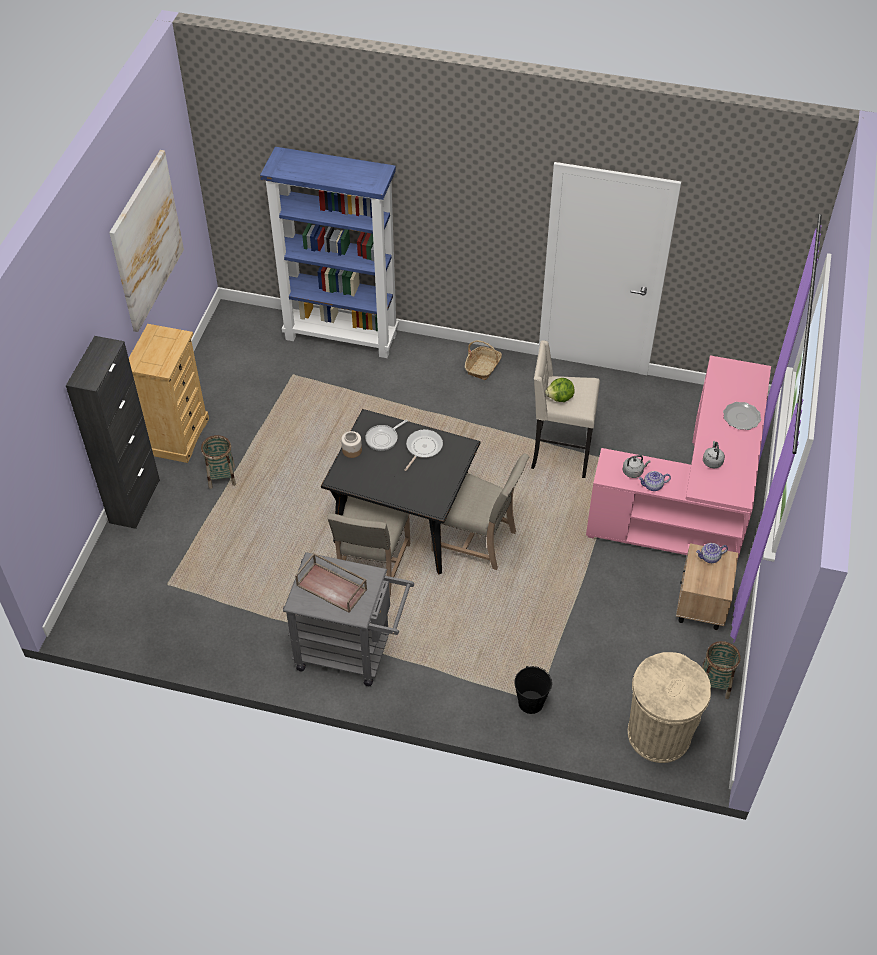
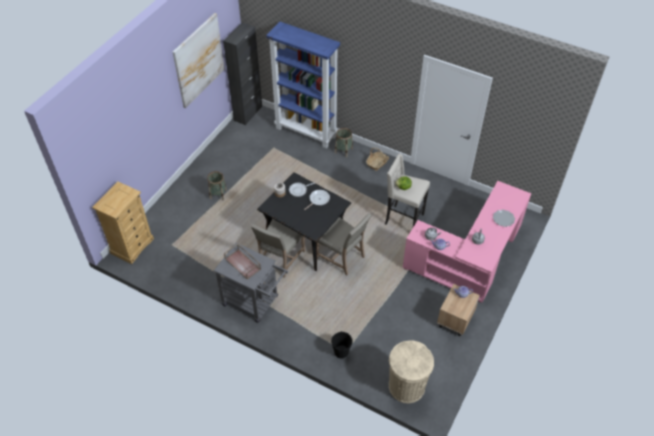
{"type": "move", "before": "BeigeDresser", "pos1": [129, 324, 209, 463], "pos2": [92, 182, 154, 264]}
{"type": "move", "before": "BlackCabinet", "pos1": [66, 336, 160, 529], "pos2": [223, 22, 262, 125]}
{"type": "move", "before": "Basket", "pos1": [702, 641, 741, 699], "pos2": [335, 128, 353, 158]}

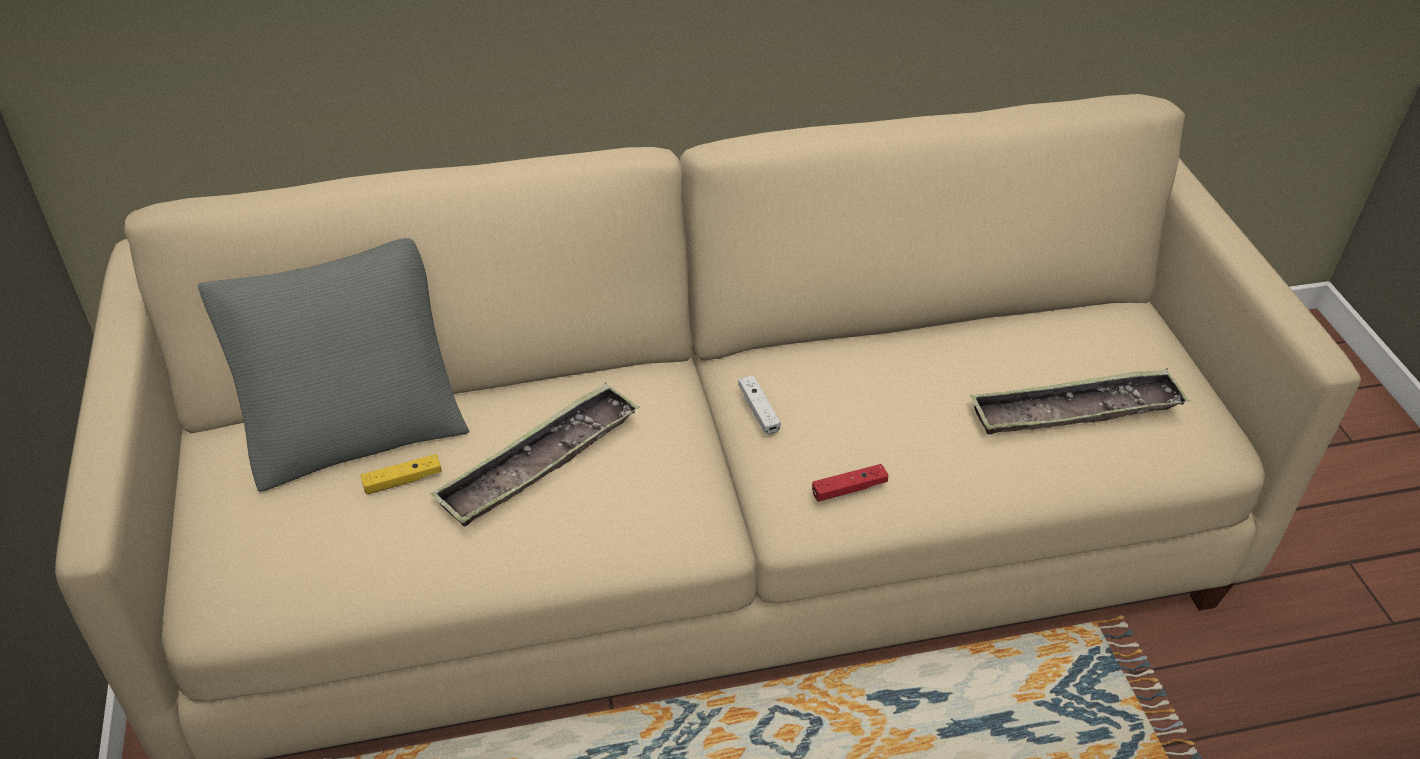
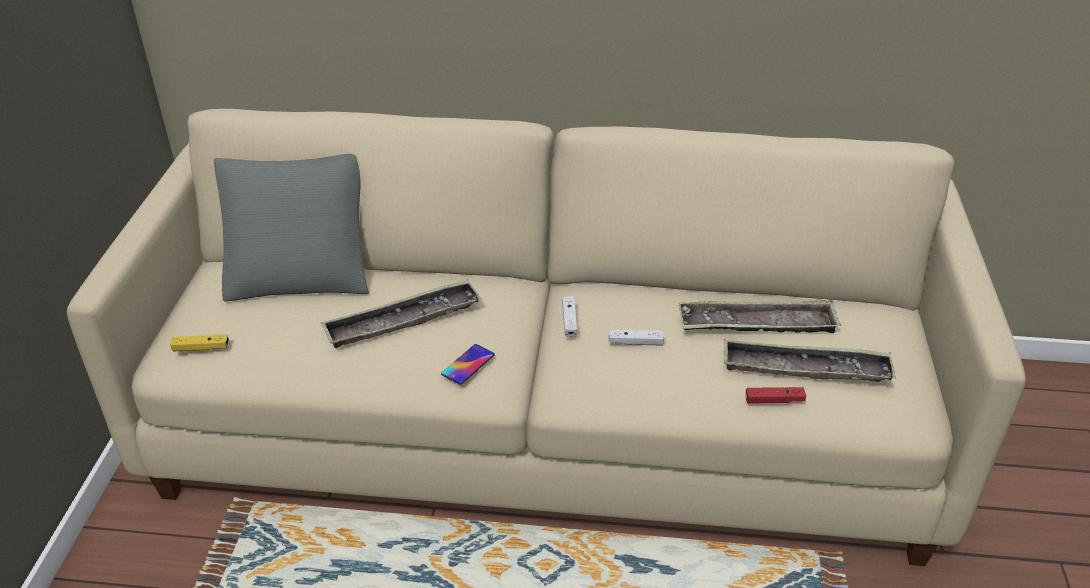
{"type": "move", "before": "YellowGameController", "pos1": [361, 454, 442, 494], "pos2": [170, 335, 229, 351]}
{"type": "move", "before": "RedGameController", "pos1": [812, 464, 888, 501], "pos2": [746, 387, 806, 403]}
{"type": "insert", "after": "Tray", "pos2": [678, 300, 841, 333]}
{"type": "insert", "after": "WhiteGameController", "pos2": [609, 330, 664, 346]}
{"type": "insert", "after": "Phone", "pos2": [441, 344, 495, 385]}

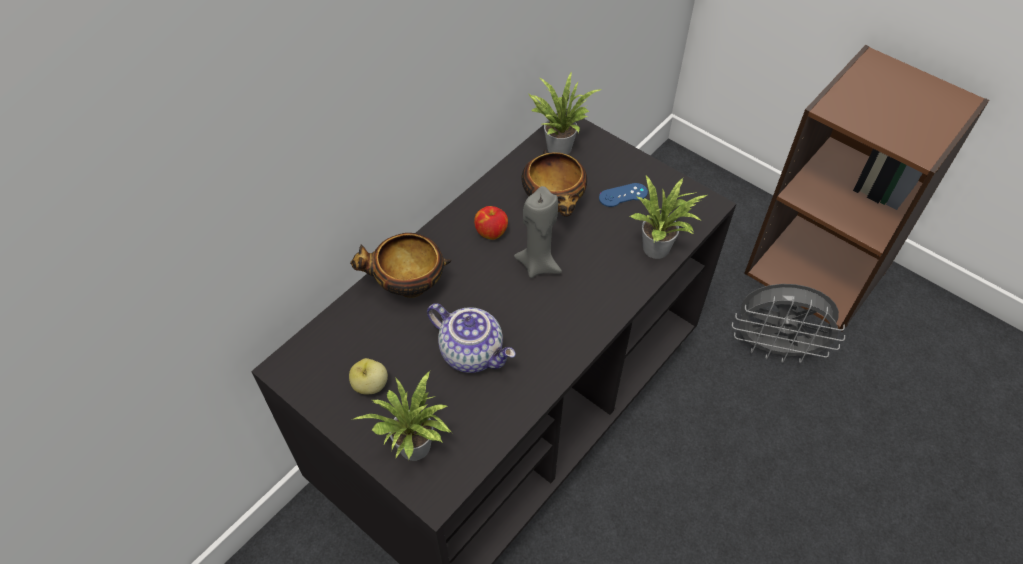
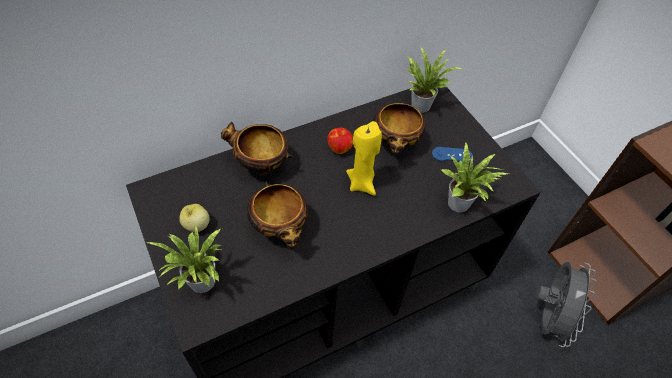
{"type": "recolor", "before": "GreyCandle", "after": "YellowCandle", "pos1": [514, 186, 562, 278], "pos2": [346, 121, 382, 195]}
{"type": "rotate", "before": "GreyFan", "pos1": [732, 284, 845, 364], "pos2": [536, 262, 597, 347], "turn": -105}
{"type": "replace", "before": "Teapot", "after": "Bowl", "pos1": [427, 303, 516, 373], "pos2": [247, 182, 308, 248]}

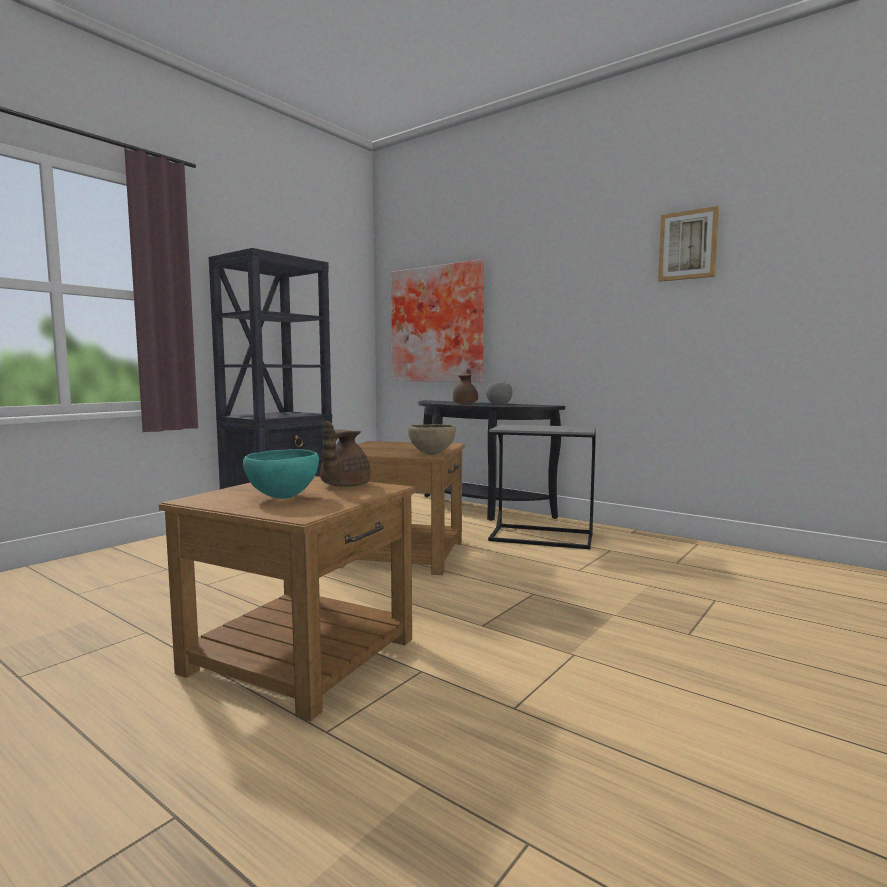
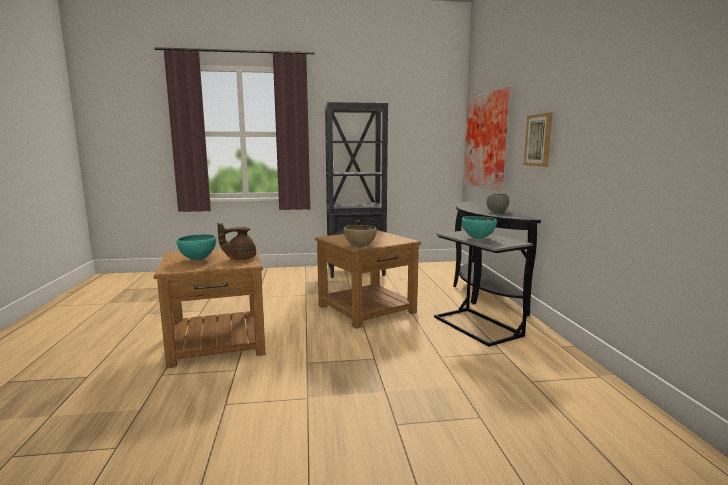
{"type": "move", "before": "Picture", "pos1": [658, 206, 719, 282], "pos2": [524, 113, 553, 167]}
{"type": "delete", "before": "BrownTeapot", "pos1": [453, 368, 478, 404]}
{"type": "insert", "after": "TurquoiseBowl", "pos2": [462, 216, 497, 239]}

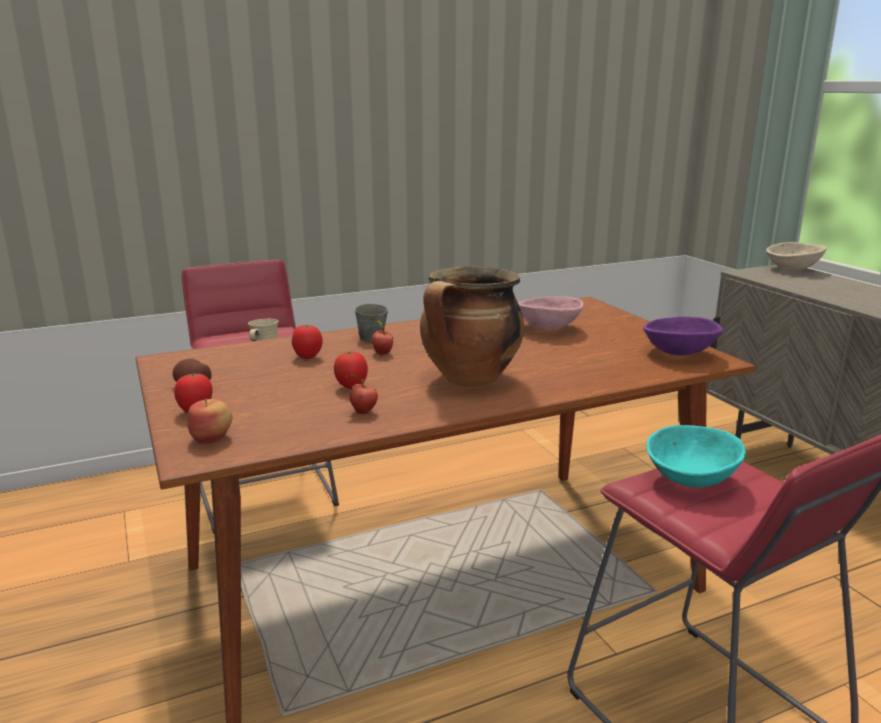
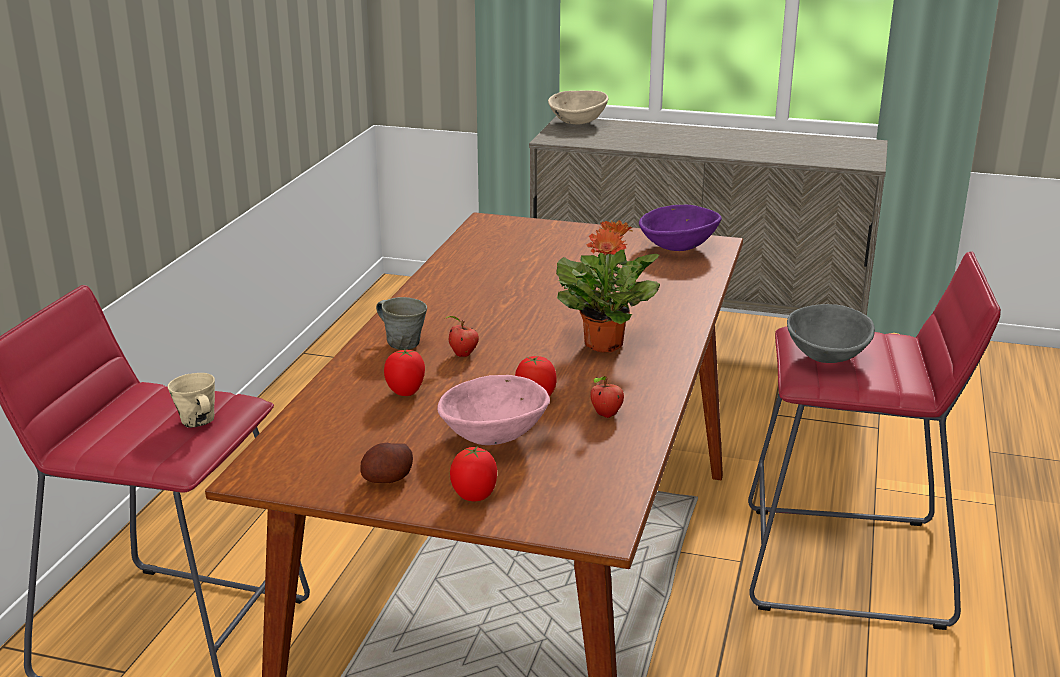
{"type": "replace", "before": "CookingPot", "after": "PottedPlant", "pos1": [420, 266, 524, 388], "pos2": [556, 220, 660, 353]}
{"type": "move", "before": "PinkBowl", "pos1": [518, 297, 584, 330], "pos2": [437, 375, 550, 445]}
{"type": "delete", "before": "Apple", "pos1": [187, 399, 232, 444]}
{"type": "recolor", "before": "TurquoiseBowl", "after": "GreyBowl", "pos1": [646, 425, 746, 487], "pos2": [787, 304, 875, 363]}

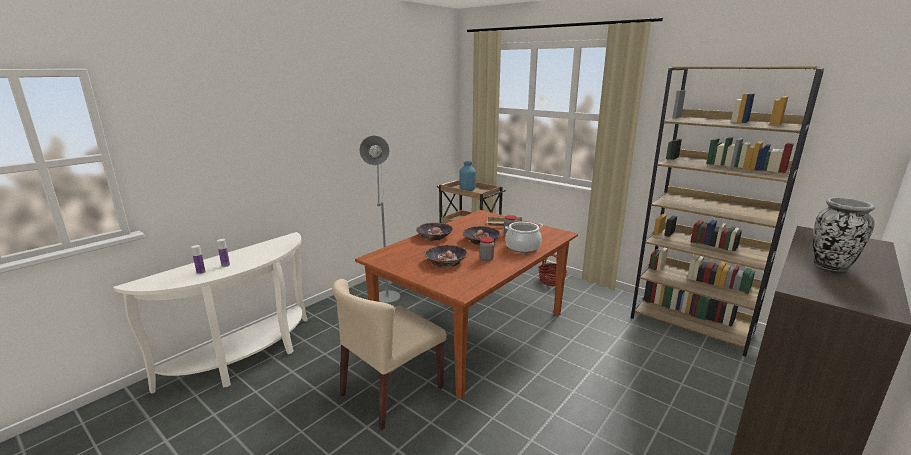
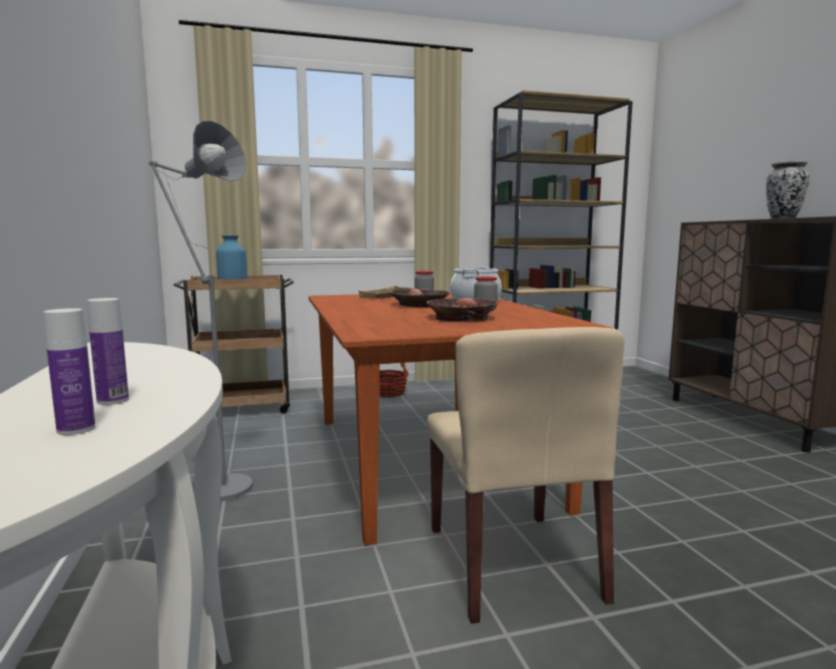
{"type": "delete", "before": "Bowl", "pos1": [416, 223, 453, 241]}

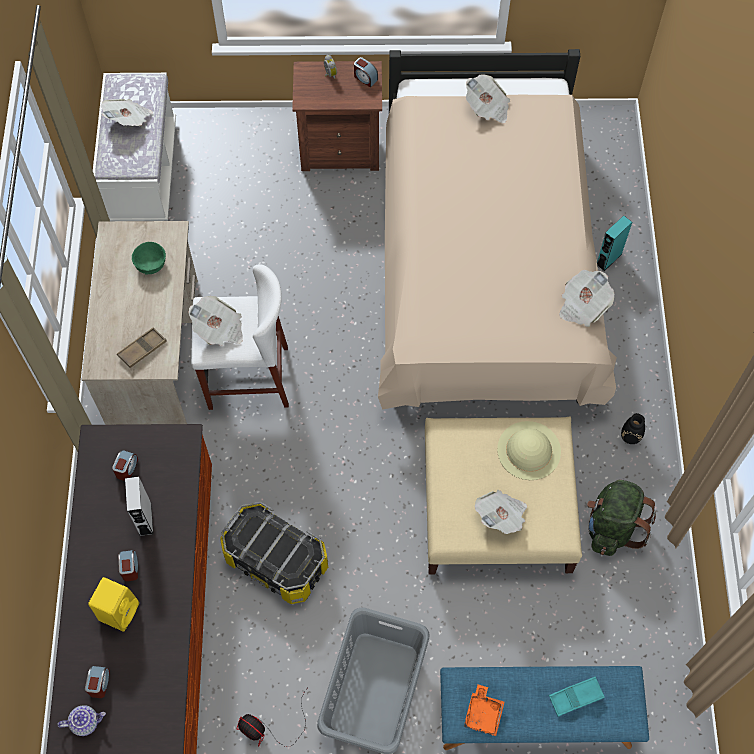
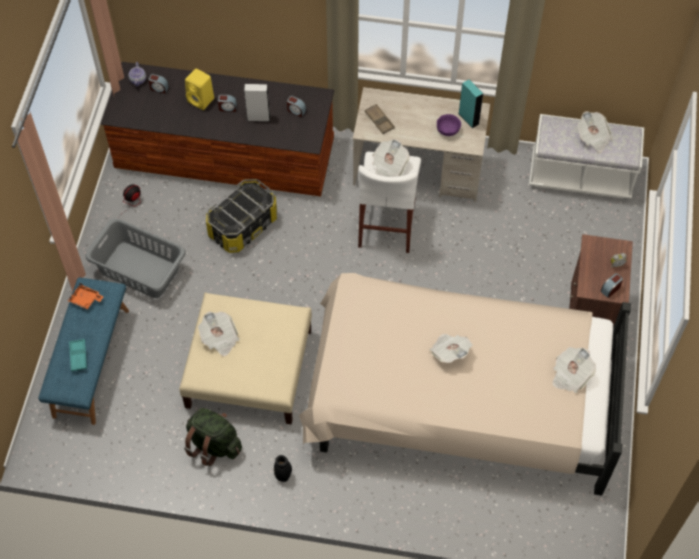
{"type": "move", "before": "TurquoiseSpeaker", "pos1": [597, 215, 632, 271], "pos2": [458, 79, 483, 128]}
{"type": "recolor", "before": "GreenBowl", "after": "PurpleBowl", "pos1": [132, 242, 166, 275], "pos2": [437, 114, 461, 136]}
{"type": "move", "before": "Newspaper", "pos1": [559, 270, 614, 327], "pos2": [429, 333, 472, 363]}
{"type": "delete", "before": "BeigeHat", "pos1": [497, 421, 561, 480]}

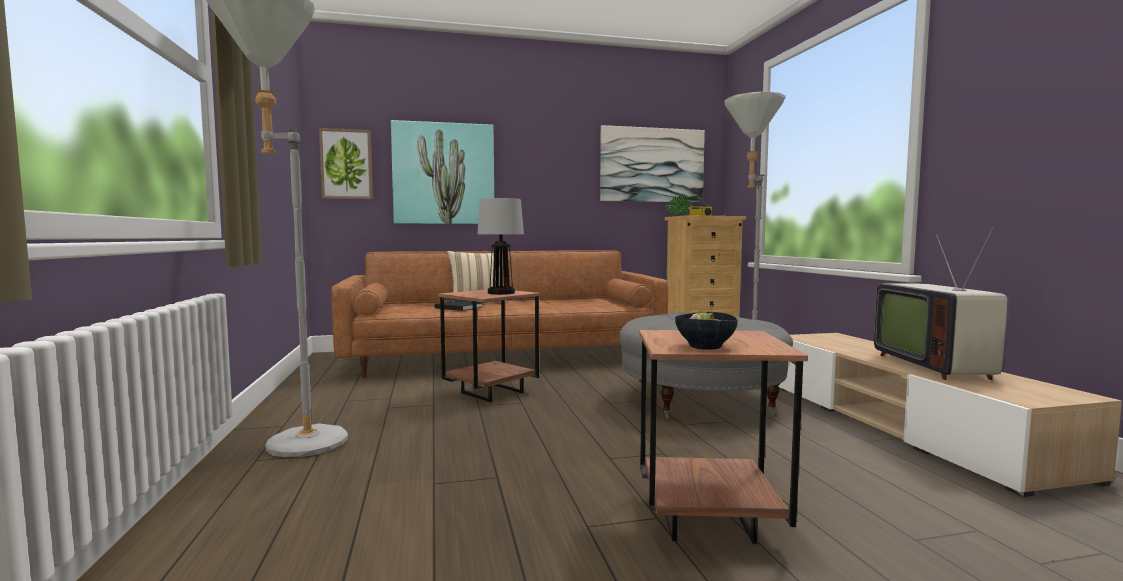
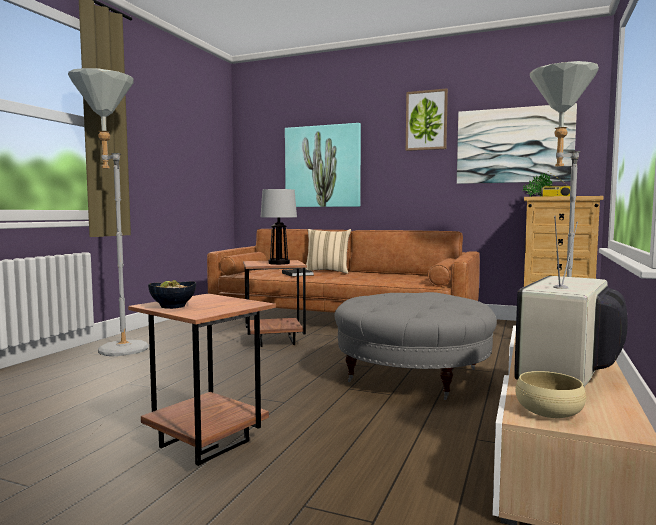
{"type": "move", "before": "Picture", "pos1": [319, 128, 373, 199], "pos2": [406, 88, 448, 151]}
{"type": "insert", "after": "BeigeBowl", "pos2": [515, 371, 586, 418]}

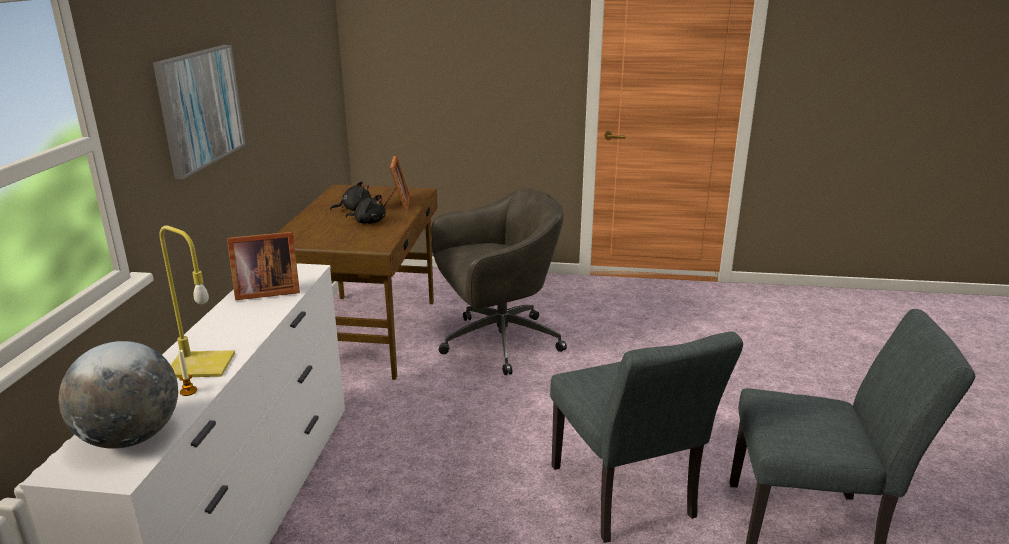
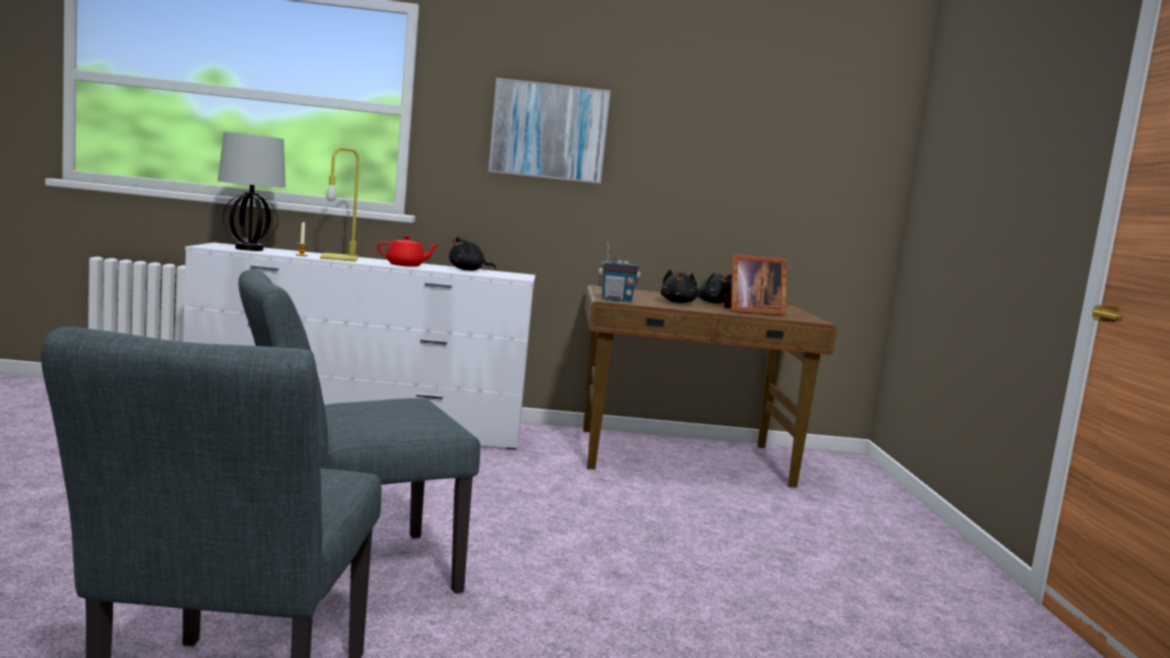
{"type": "delete", "before": "GreyOfficeChair", "pos1": [431, 188, 567, 375]}
{"type": "replace", "before": "PictureFrame", "after": "BlackPlushToy", "pos1": [227, 232, 300, 300], "pos2": [449, 237, 496, 271]}
{"type": "replace", "before": "Globe", "after": "TableLamp", "pos1": [59, 341, 178, 449], "pos2": [218, 132, 286, 251]}
{"type": "insert", "after": "RedTeapot", "pos2": [377, 235, 439, 267]}
{"type": "insert", "after": "Radio", "pos2": [598, 242, 641, 302]}

